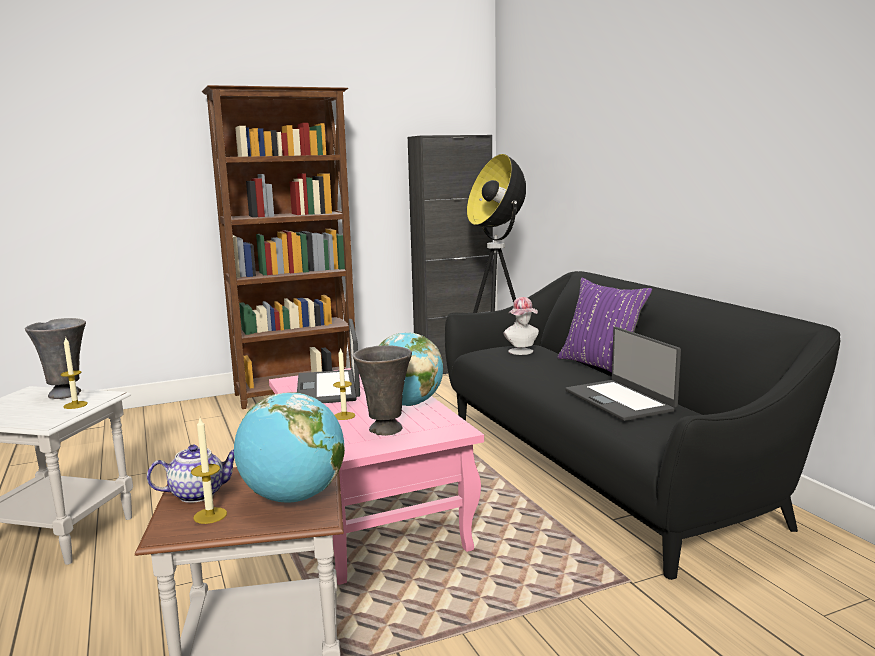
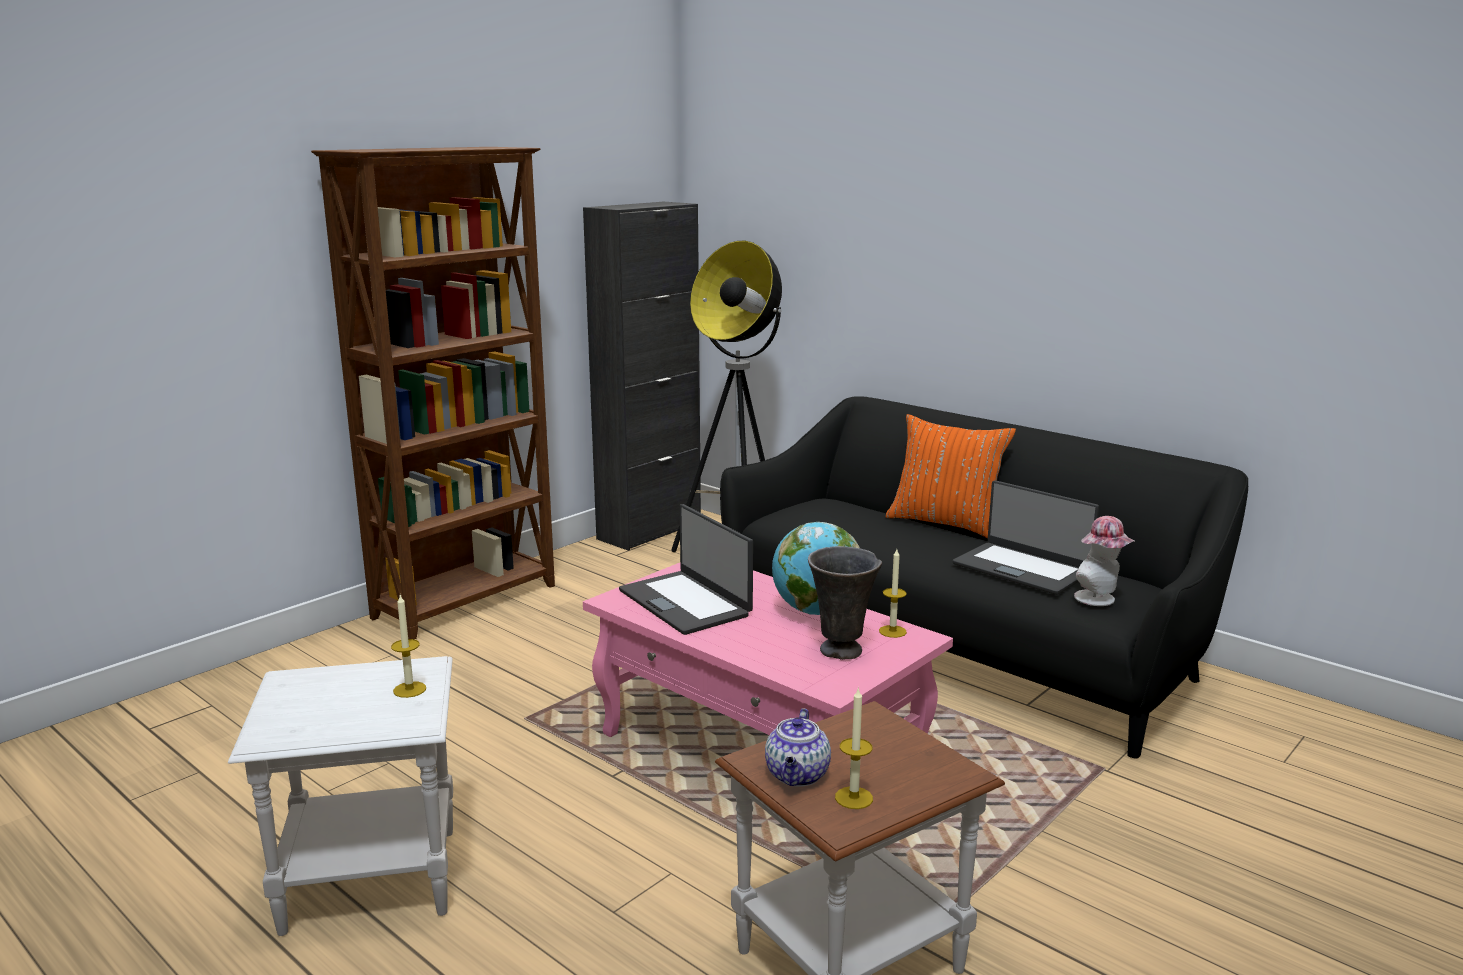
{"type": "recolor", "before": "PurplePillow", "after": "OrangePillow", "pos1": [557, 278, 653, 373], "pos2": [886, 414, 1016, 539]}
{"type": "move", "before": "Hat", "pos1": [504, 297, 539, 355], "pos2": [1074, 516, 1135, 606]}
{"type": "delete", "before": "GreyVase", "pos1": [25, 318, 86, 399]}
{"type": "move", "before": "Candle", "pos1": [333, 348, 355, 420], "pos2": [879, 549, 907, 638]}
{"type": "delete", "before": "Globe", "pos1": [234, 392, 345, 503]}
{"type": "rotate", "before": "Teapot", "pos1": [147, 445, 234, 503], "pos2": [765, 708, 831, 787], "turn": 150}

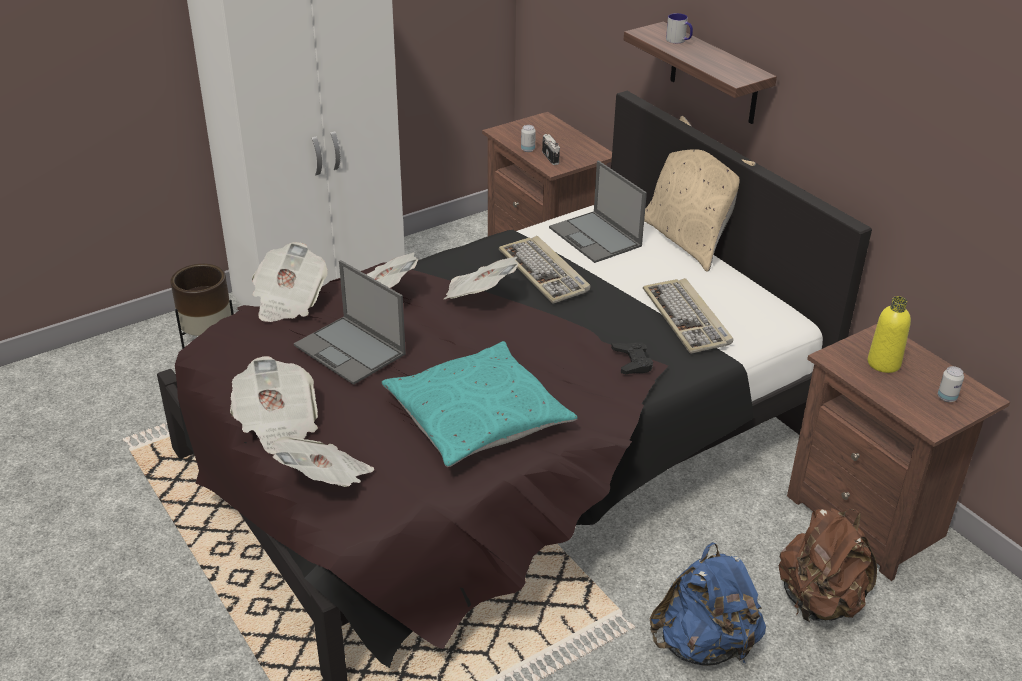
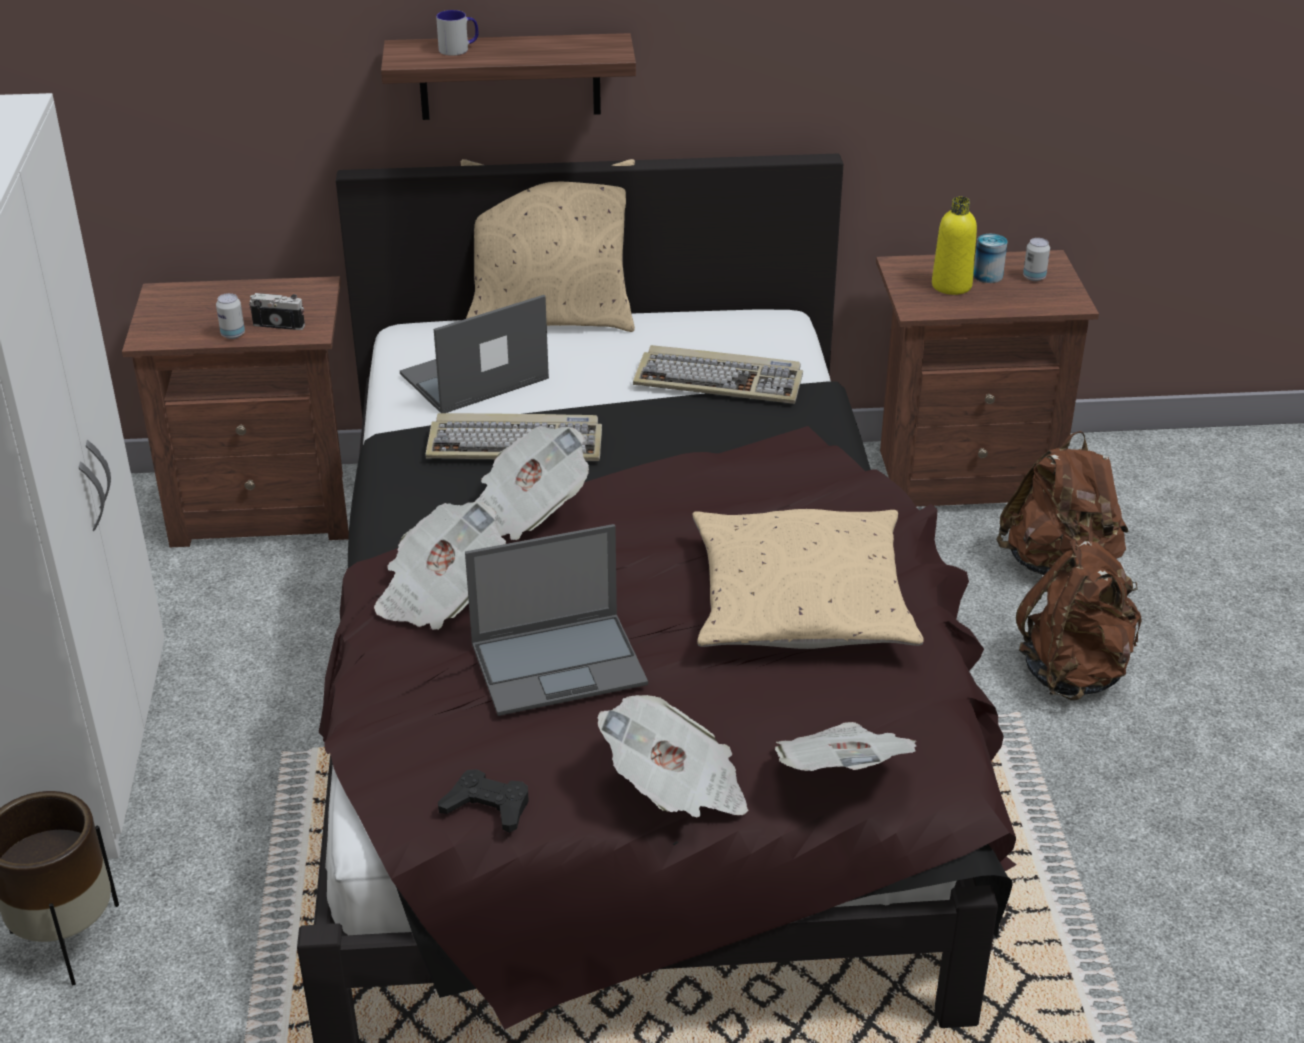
{"type": "rotate", "before": "Laptop", "pos1": [549, 160, 647, 263], "pos2": [400, 295, 549, 413], "turn": 150}
{"type": "delete", "before": "Newspaper", "pos1": [252, 242, 328, 322]}
{"type": "recolor", "before": "TurquoisePillow", "after": "BeigePillow", "pos1": [382, 341, 578, 467], "pos2": [693, 509, 924, 649]}
{"type": "move", "before": "BlackGameController", "pos1": [611, 342, 653, 374], "pos2": [438, 769, 529, 833]}
{"type": "recolor", "before": "BlueBackpack", "after": "BrownBackpack", "pos1": [650, 542, 766, 666], "pos2": [1016, 539, 1142, 701]}
{"type": "insert", "after": "Can", "pos2": [973, 234, 1007, 283]}

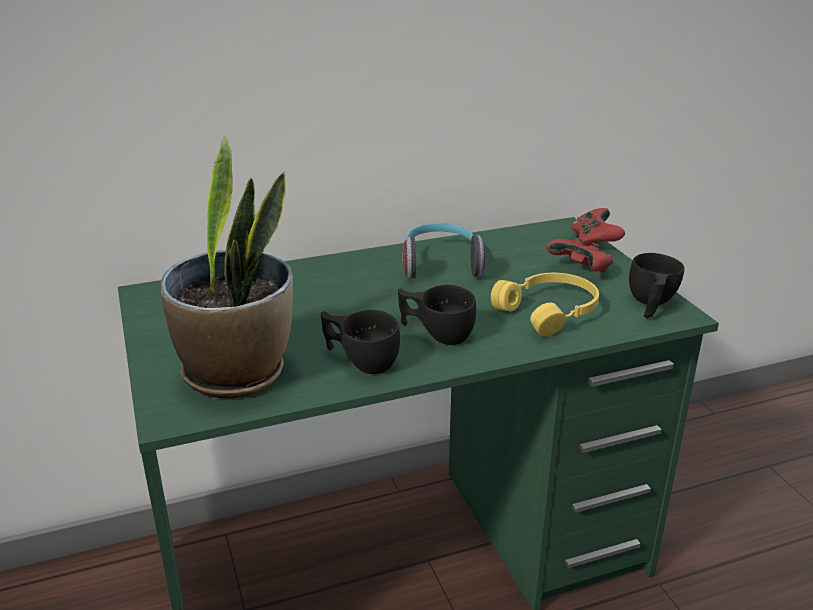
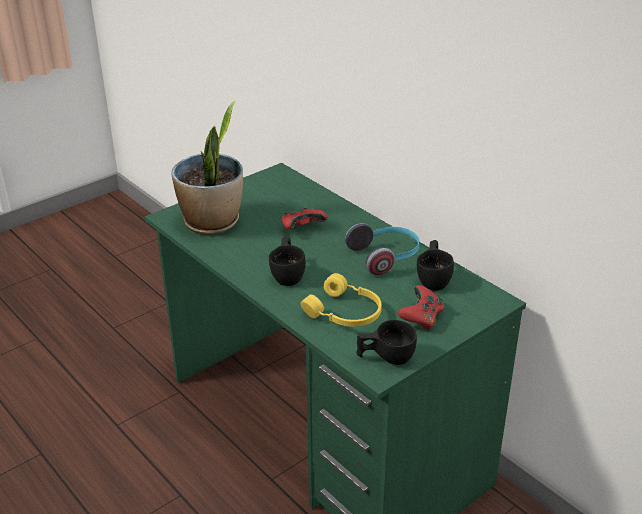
{"type": "move", "before": "RedGameController", "pos1": [571, 208, 625, 247], "pos2": [281, 207, 327, 230]}
{"type": "move", "before": "BlackCup", "pos1": [321, 310, 400, 374], "pos2": [417, 240, 454, 291]}

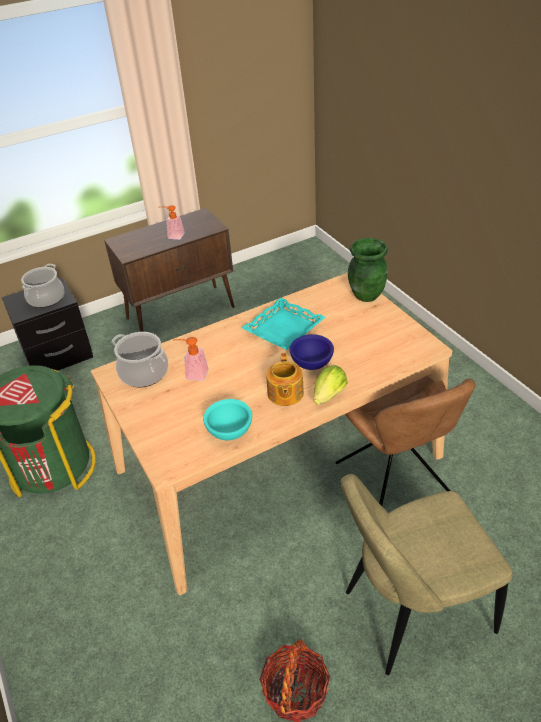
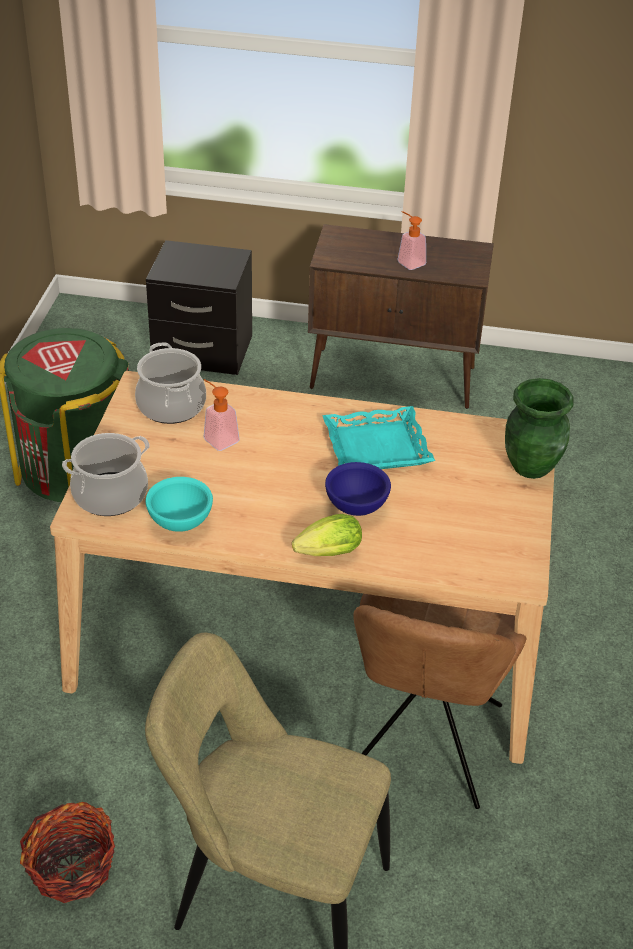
{"type": "move", "before": "CookingPot", "pos1": [21, 264, 65, 308], "pos2": [62, 433, 150, 516]}
{"type": "delete", "before": "Teapot", "pos1": [266, 353, 304, 406]}

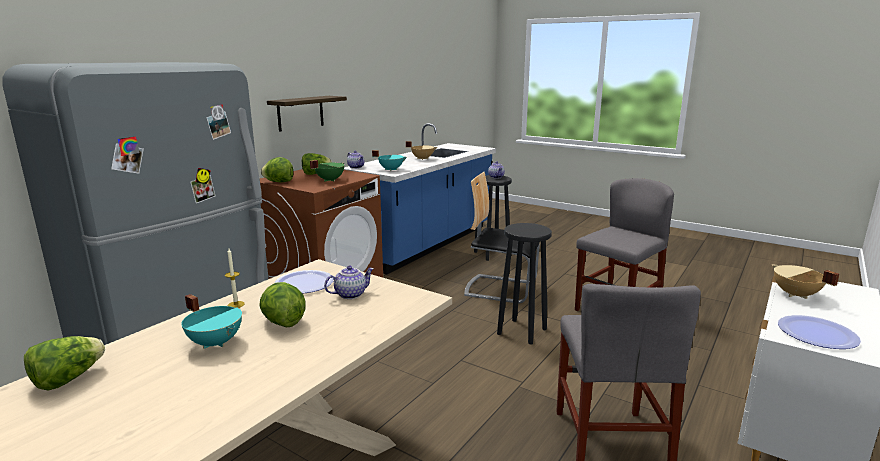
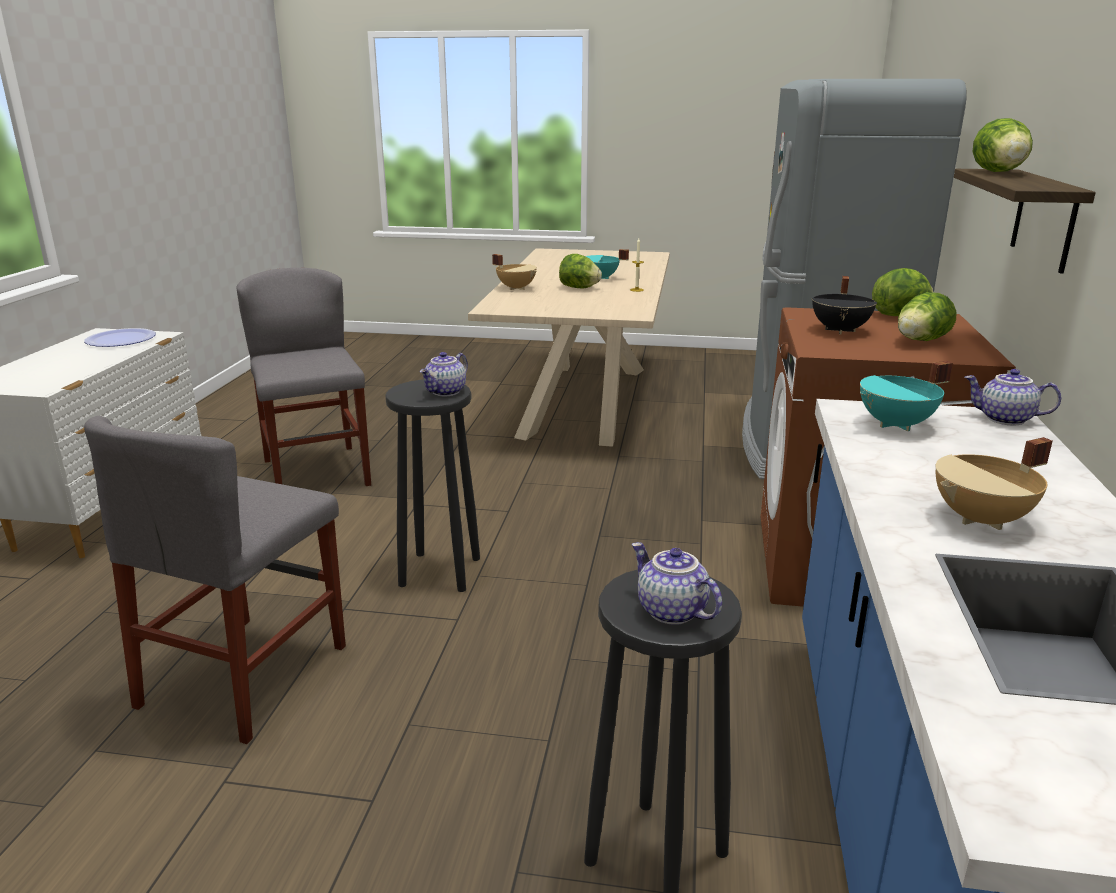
{"type": "recolor", "before": "GreenCookingPot", "after": "BlackCookingPot", "pos1": [310, 160, 344, 182], "pos2": [812, 276, 877, 334]}
{"type": "delete", "before": "Chair", "pos1": [464, 172, 540, 304]}
{"type": "move", "before": "BeigeCookingPot", "pos1": [772, 264, 840, 299], "pos2": [492, 254, 537, 290]}
{"type": "move", "before": "Teapot", "pos1": [324, 266, 374, 299], "pos2": [420, 352, 468, 396]}
{"type": "delete", "before": "Plate", "pos1": [275, 270, 334, 293]}
{"type": "move", "before": "Lettuce", "pos1": [24, 336, 105, 391], "pos2": [973, 118, 1033, 172]}

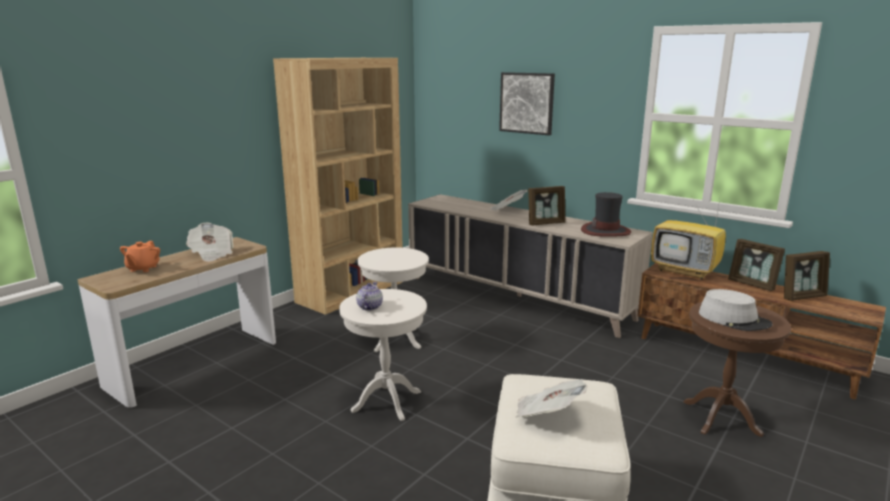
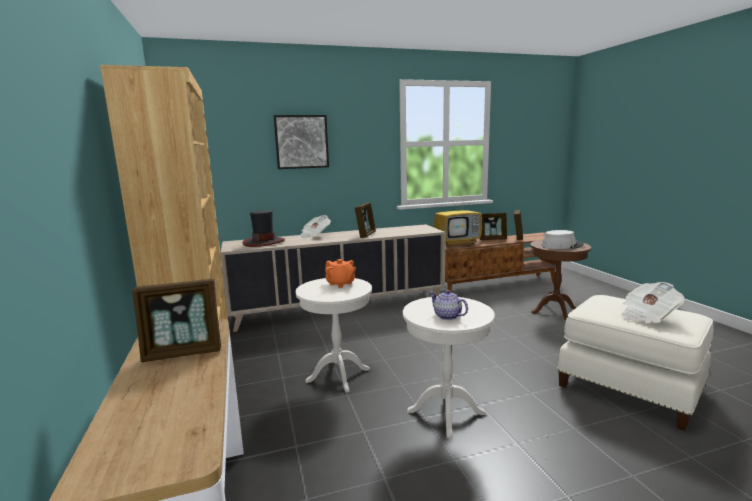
{"type": "move", "before": "Hat", "pos1": [581, 192, 631, 237], "pos2": [242, 210, 285, 247]}
{"type": "replace", "before": "Newspaper", "after": "PictureFrame", "pos1": [186, 223, 233, 262], "pos2": [132, 279, 221, 362]}
{"type": "move", "before": "OrangeTeapot", "pos1": [120, 241, 160, 272], "pos2": [325, 259, 356, 288]}

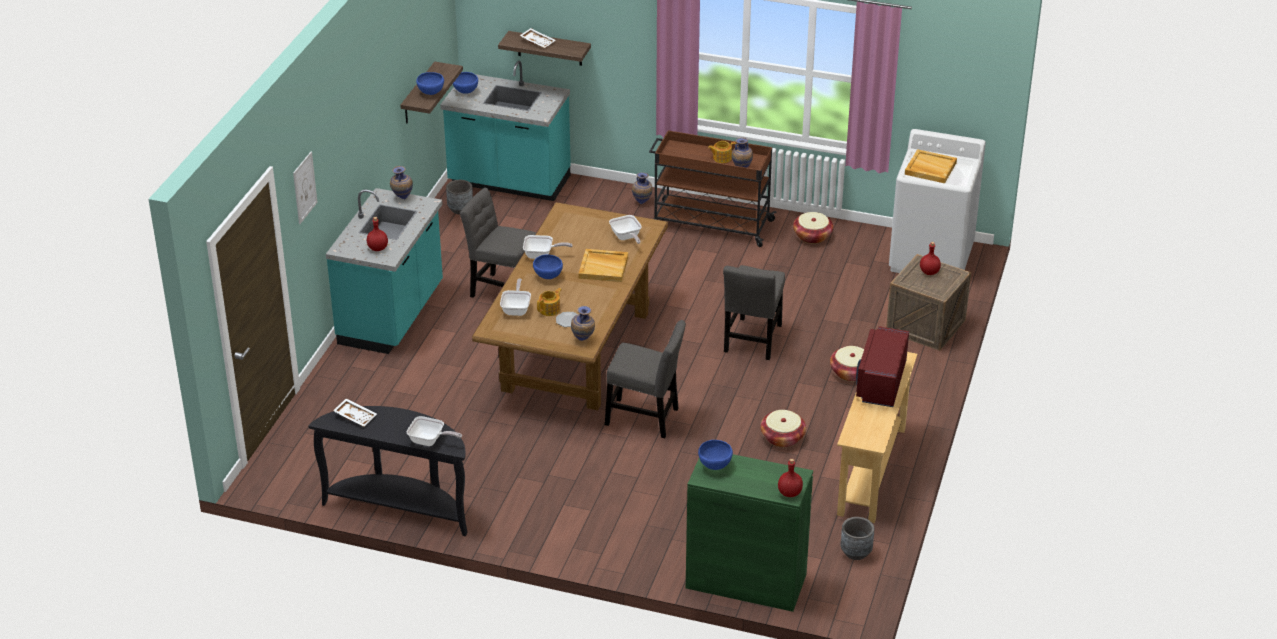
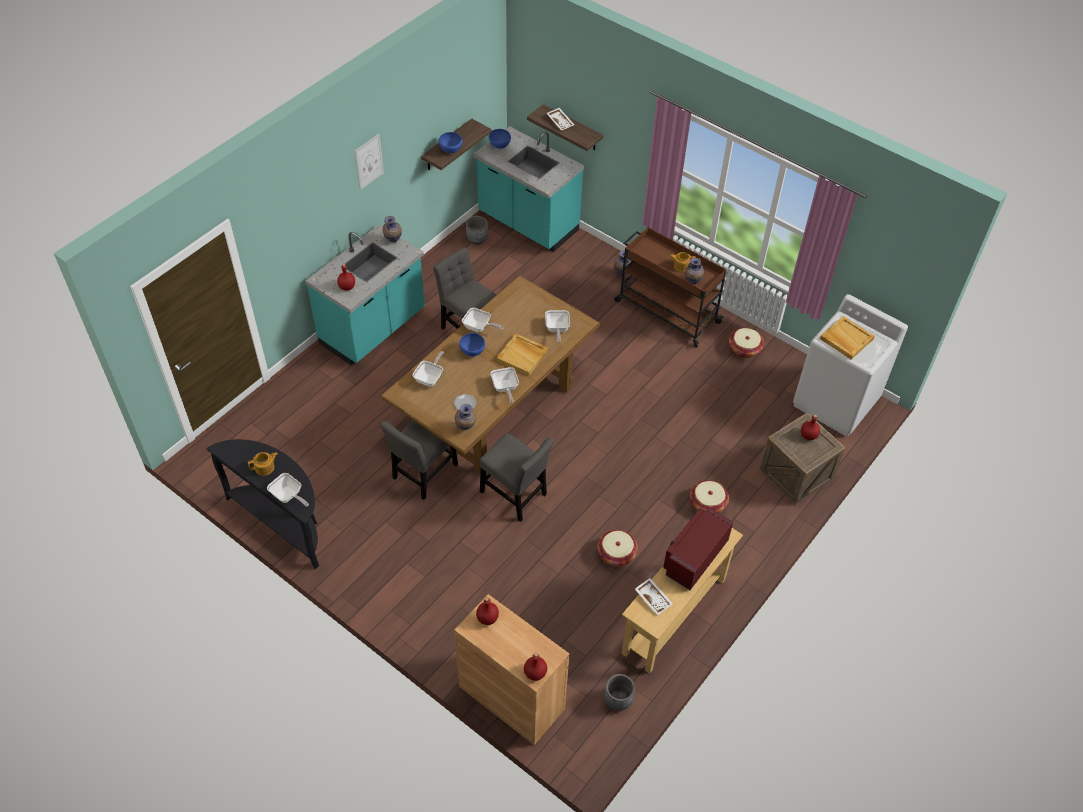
{"type": "move", "before": "Picture", "pos1": [293, 152, 317, 224], "pos2": [355, 134, 384, 190]}
{"type": "move", "before": "GreyChair", "pos1": [723, 265, 785, 360], "pos2": [380, 420, 458, 500]}
{"type": "move", "before": "Teapot", "pos1": [537, 288, 562, 316], "pos2": [248, 452, 278, 476]}
{"type": "move", "before": "WhiteTray", "pos1": [333, 398, 377, 427], "pos2": [635, 578, 673, 616]}
{"type": "replace", "before": "BlueBowl", "after": "RedBottle", "pos1": [698, 440, 733, 470], "pos2": [476, 597, 499, 625]}
{"type": "recolor", "before": "GreenCabinet", "after": "BrownCabinet", "pos1": [686, 454, 813, 612], "pos2": [454, 594, 569, 745]}
{"type": "insert", "after": "FryingPan", "pos2": [491, 367, 519, 403]}

